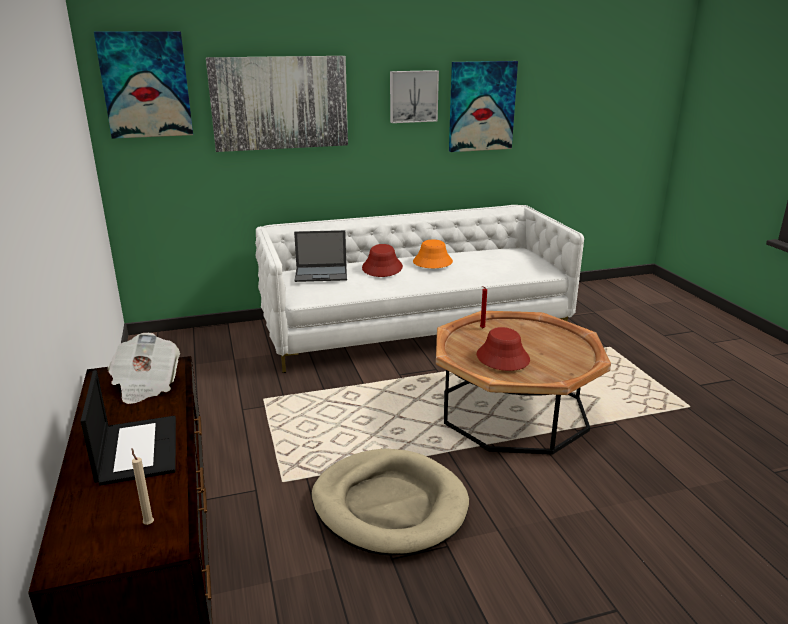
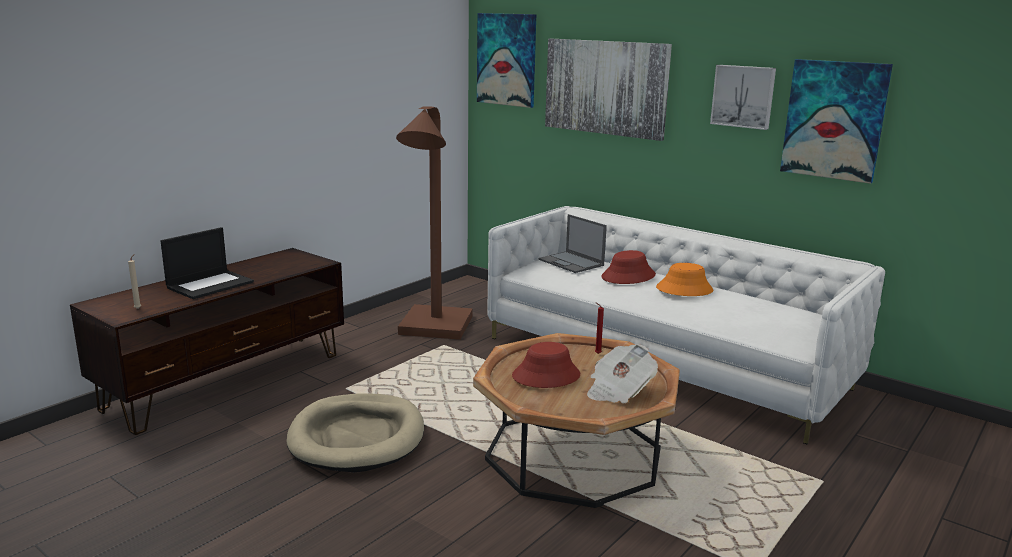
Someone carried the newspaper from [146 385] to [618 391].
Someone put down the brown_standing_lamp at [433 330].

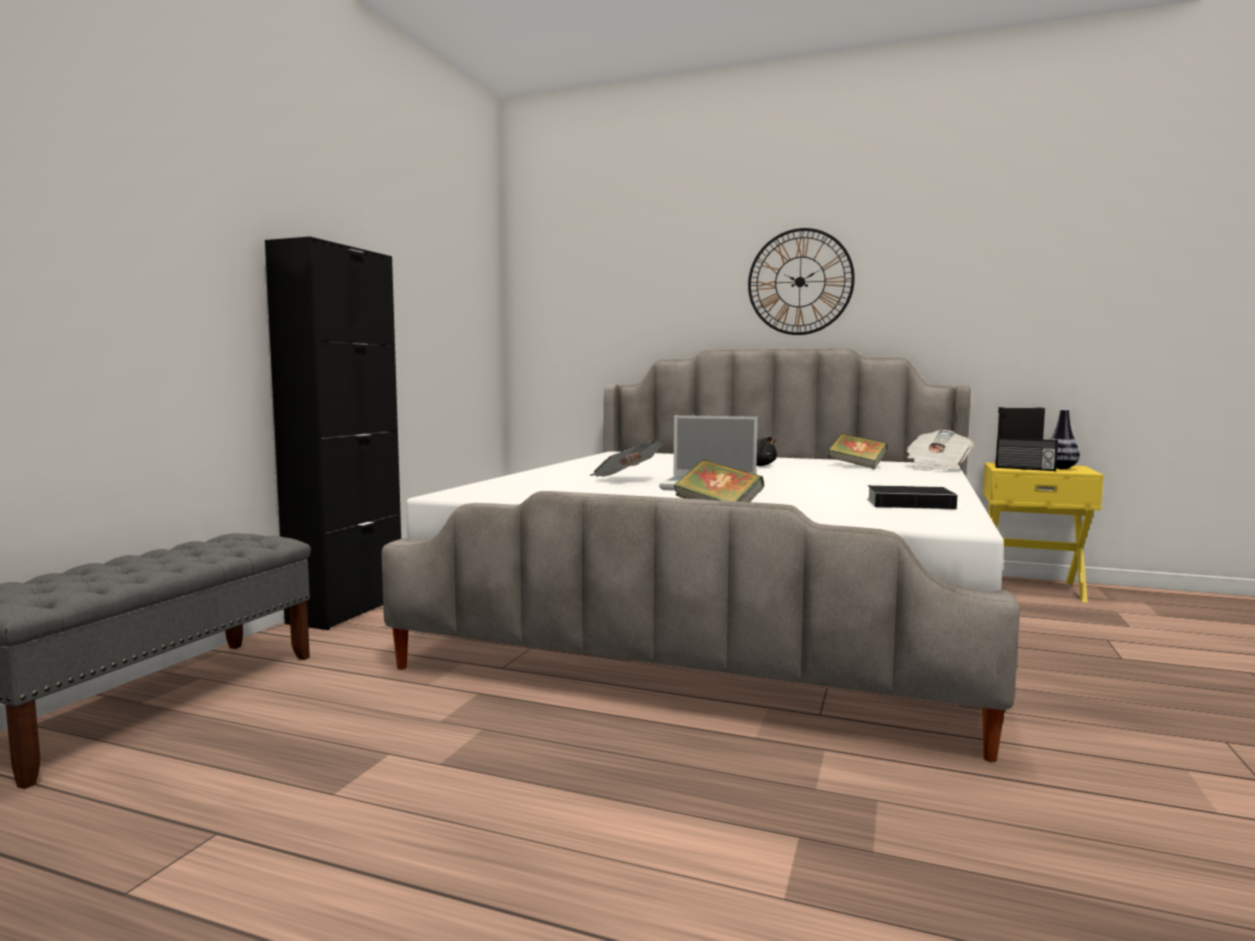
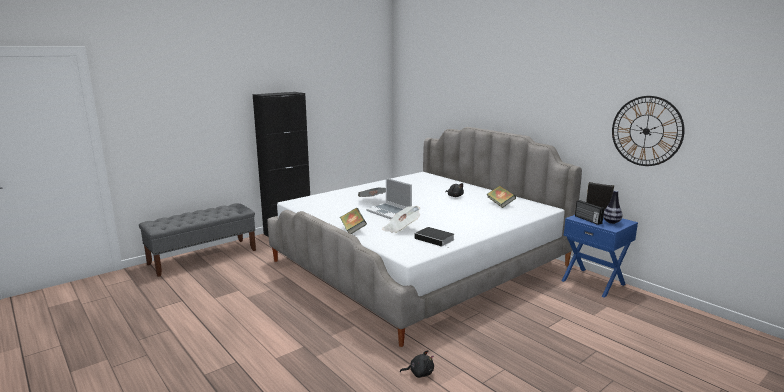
Someone carried the wall_clock from [800 282] to [646 131].
Someone carried the newspaper from [936 468] to [401 229].
Someone repainted the yellowish_bedside_table at [1031 587], which became the blue_bedside_table at [593 282].
Someone put down the black_cuddly_toy at [419 373].

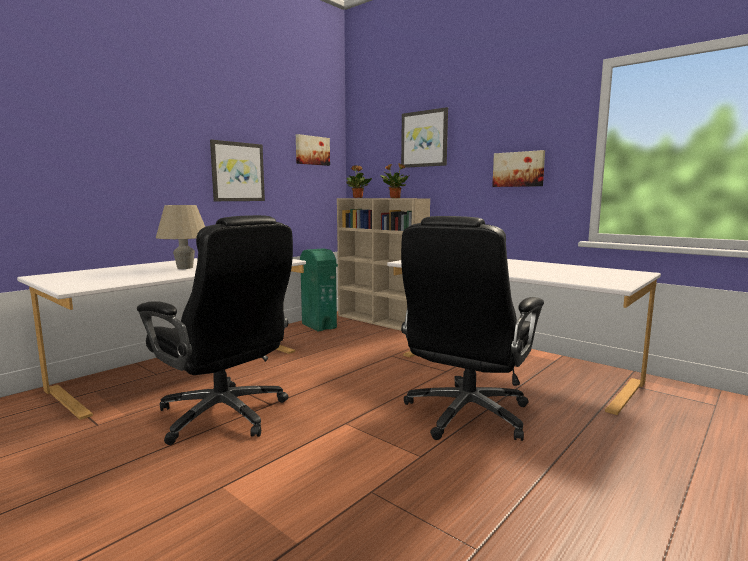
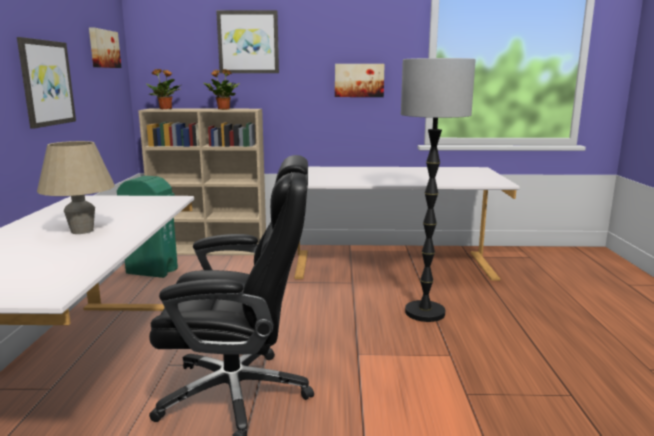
Someone swapped the black_office_chair at [466 415] for the standing_lamp at [424 313].

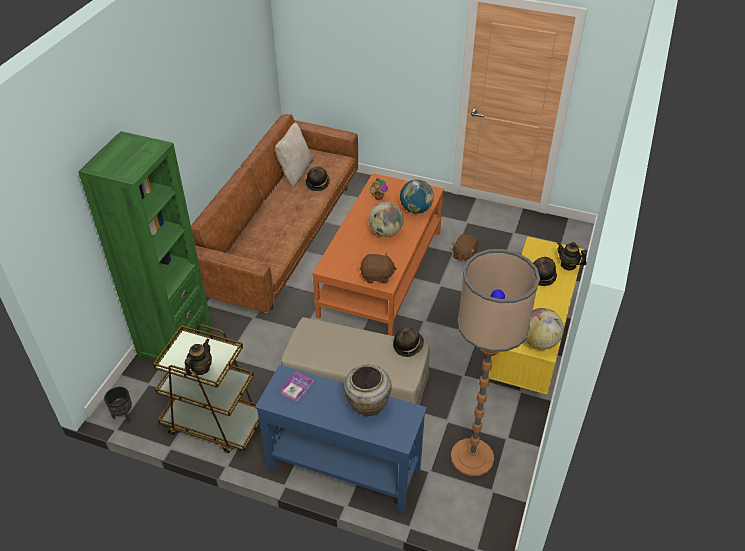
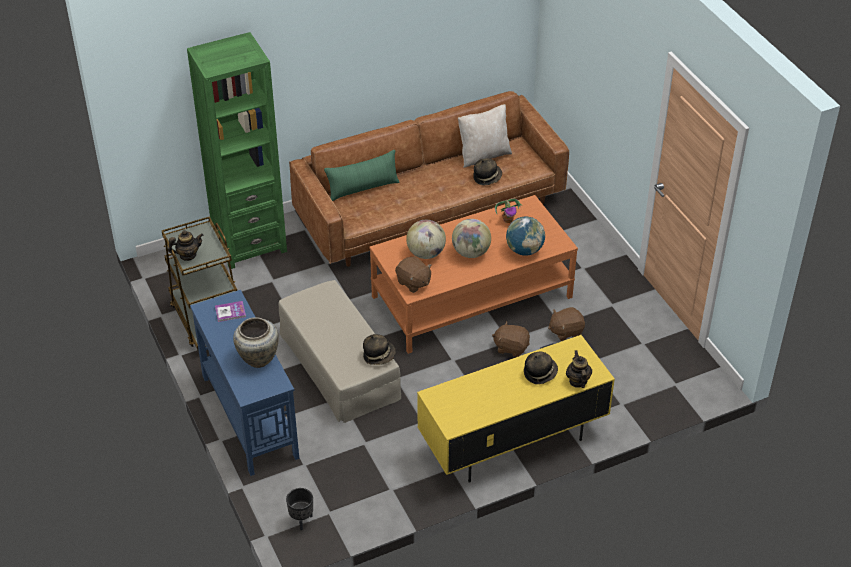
Someone carried the black_flower_pot from [124 416] to [301 521].
Someone took away the standing_lamp at [472 457].
Someone carried the globe from [539 342] to [426 253].
Someone put down the greenish_pillow at [363 188].
Someone put down the brown_cuddly_toy at [511 347].

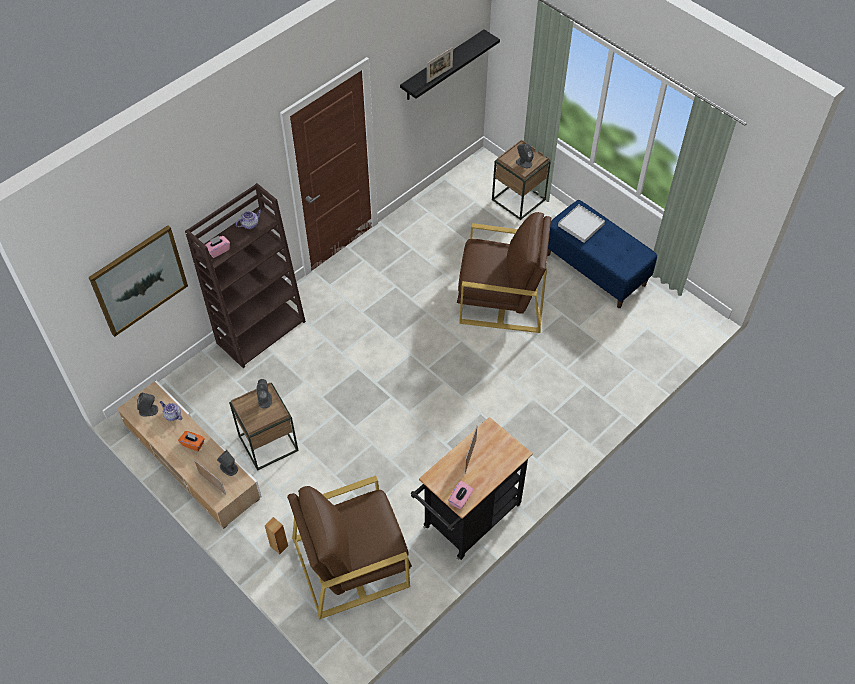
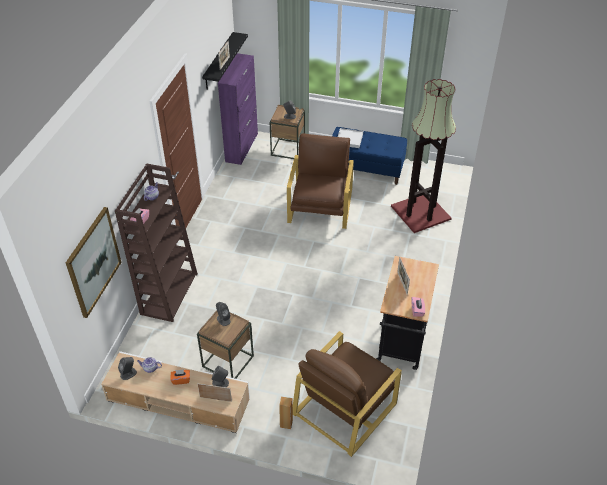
Someone rotated the brown_easy_chair at [502 296] by 60 degrees counterclockwise.
Someone put down the purple_cupboard at [242 147].
Someone put down the standing_lamp at [419 212].

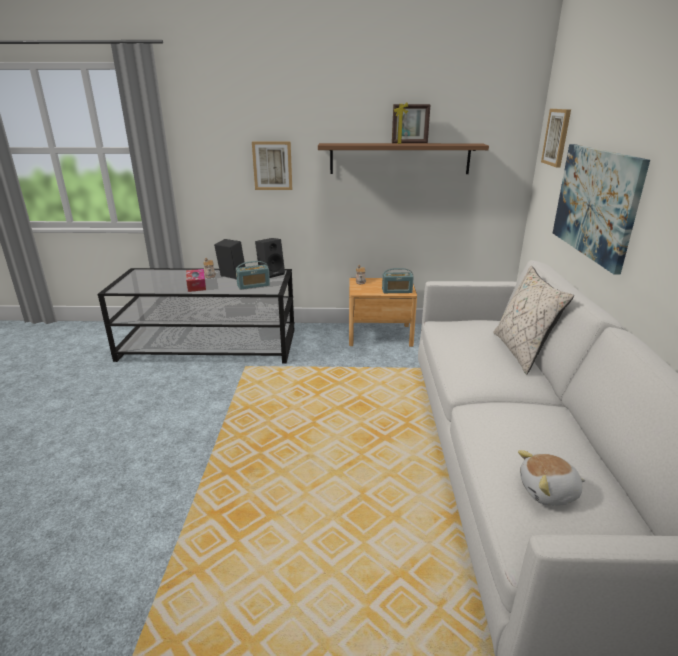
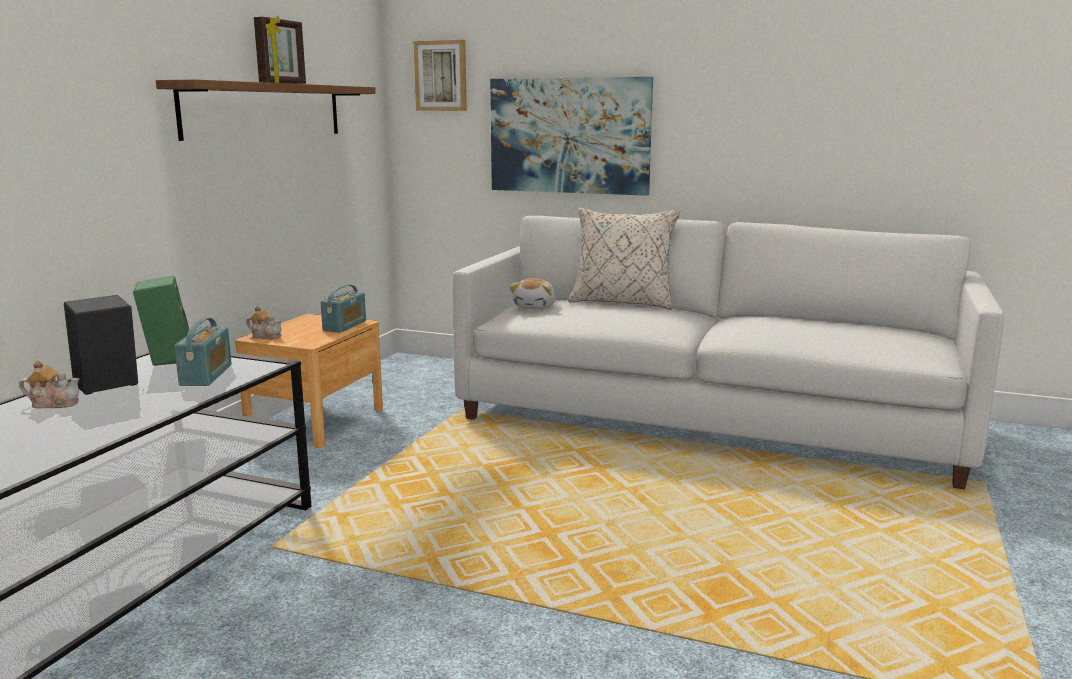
Someone took away the box_of_tissues at [196 285].
Someone took away the wall_art at [272 165].
Someone repainted the black_speaker at [271 274], which became the greenish_speaker at [167 358].
Someone carried the cuddly_toy from [548 492] to [535 307].

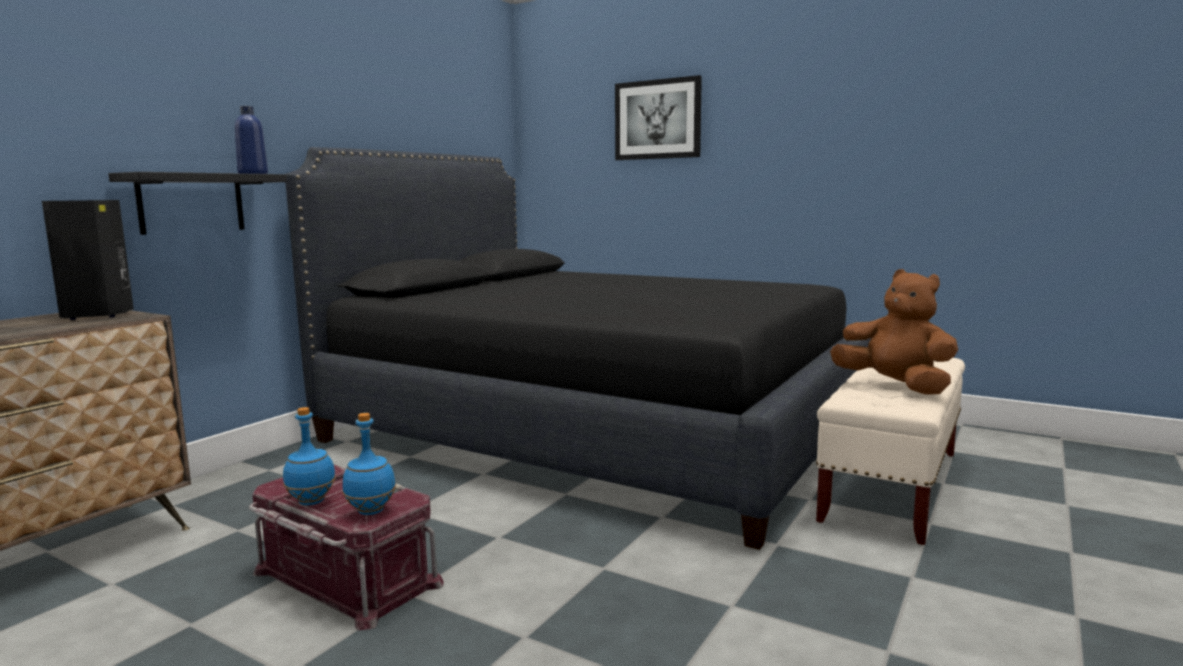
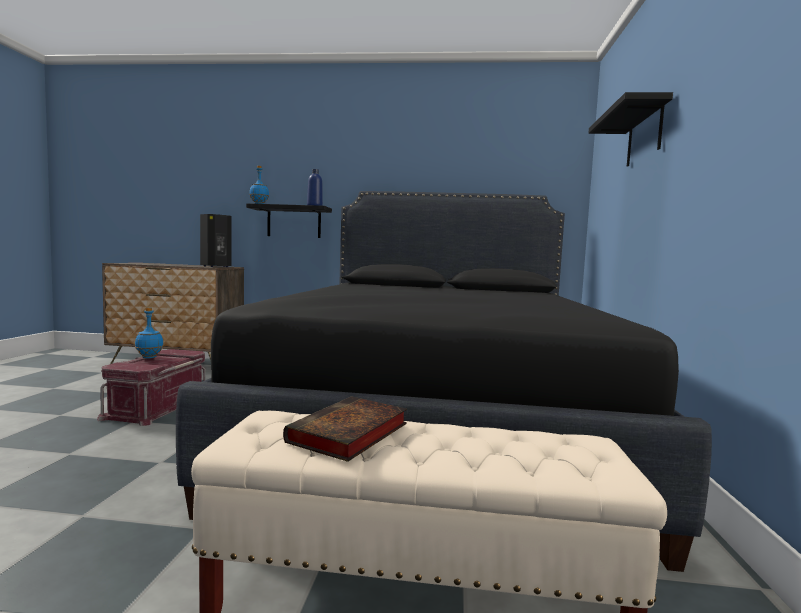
Someone carried the blue_drink_bottle from [370 511] to [258 204].
Someone swapped the wall_art at [657 119] for the black_wall_shelf at [644 135].
Someone swapped the brown_cuddly_toy at [895 386] for the volume at [348 435].

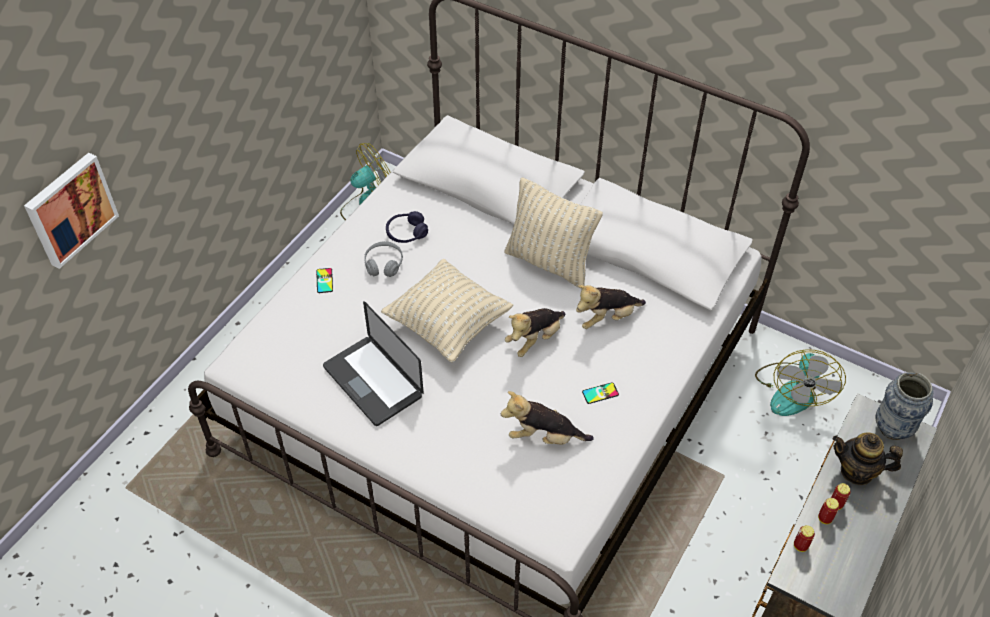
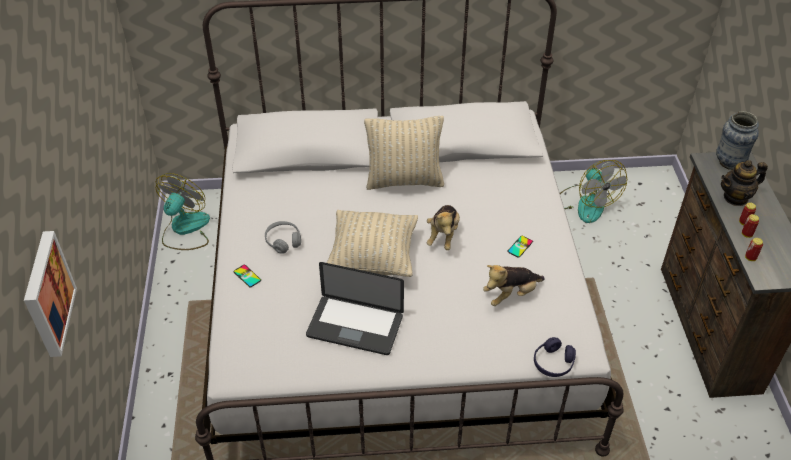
Someone carried the purple_pair_of_headphones from [406 233] to [553 363].
Someone took away the cuddly_toy at [606 318].

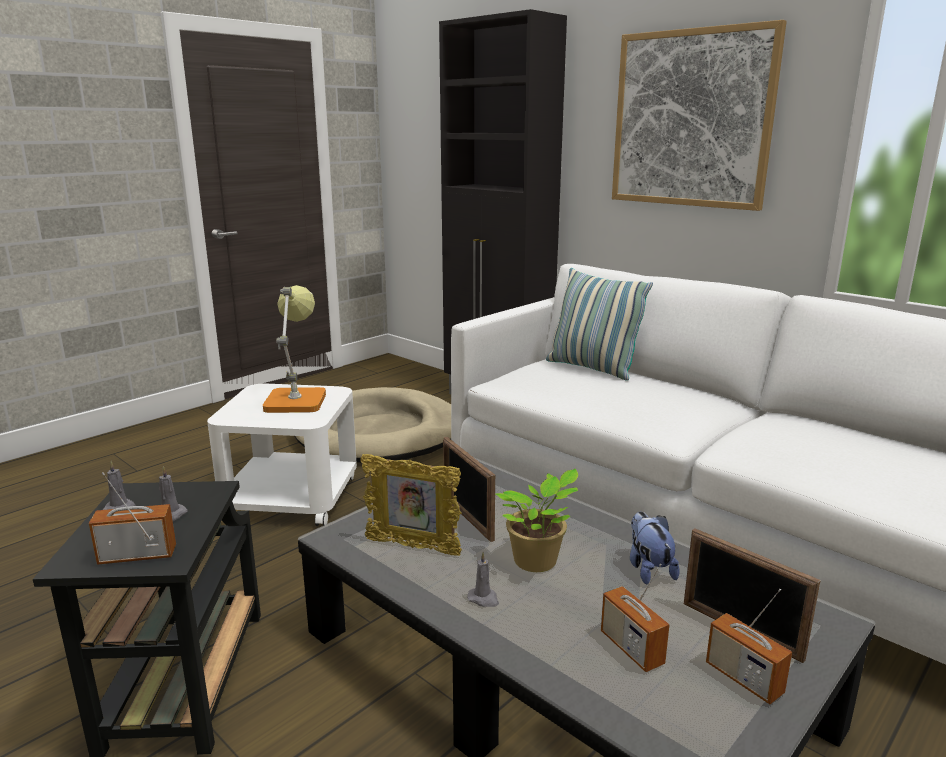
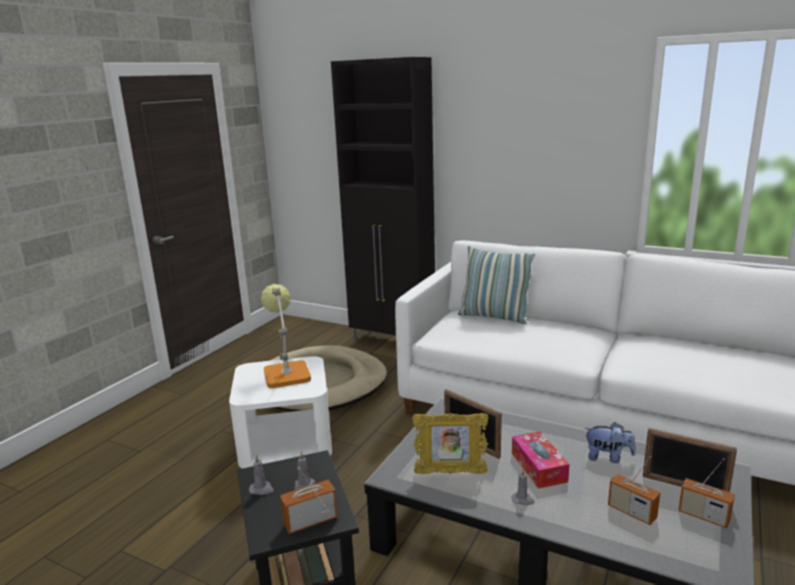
Someone swapped the houseplant at [538 562] for the box_of_tissues at [538 467].
Someone took away the wall_art at [691 119].
Someone rotated the cuddly_toy at [648 569] by 135 degrees clockwise.

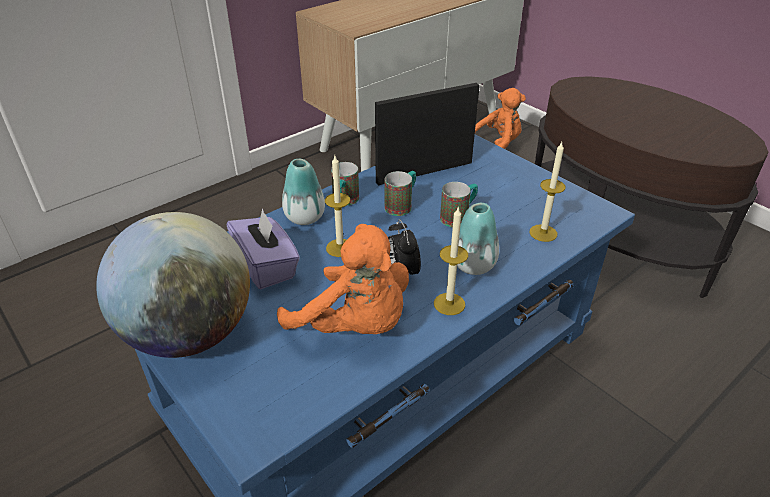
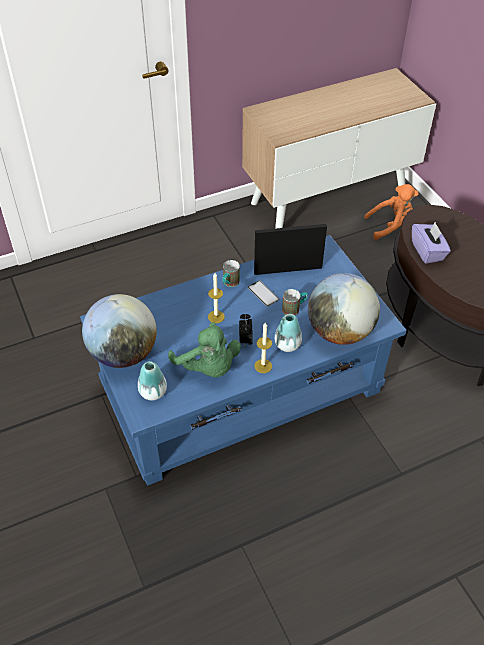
Someone carried the purple_box_of_tissues from [266 267] to [427 251].
Someone repainted the orange_cuddly_toy at [355 326], which became the greenish_cuddly_toy at [208 367].
Someone carried the vase from [305 217] to [153 392].
Someone swapped the mug at [401 205] for the telephone at [263 293].
Someone swapped the wax_light at [543 233] for the globe at [340 331].

